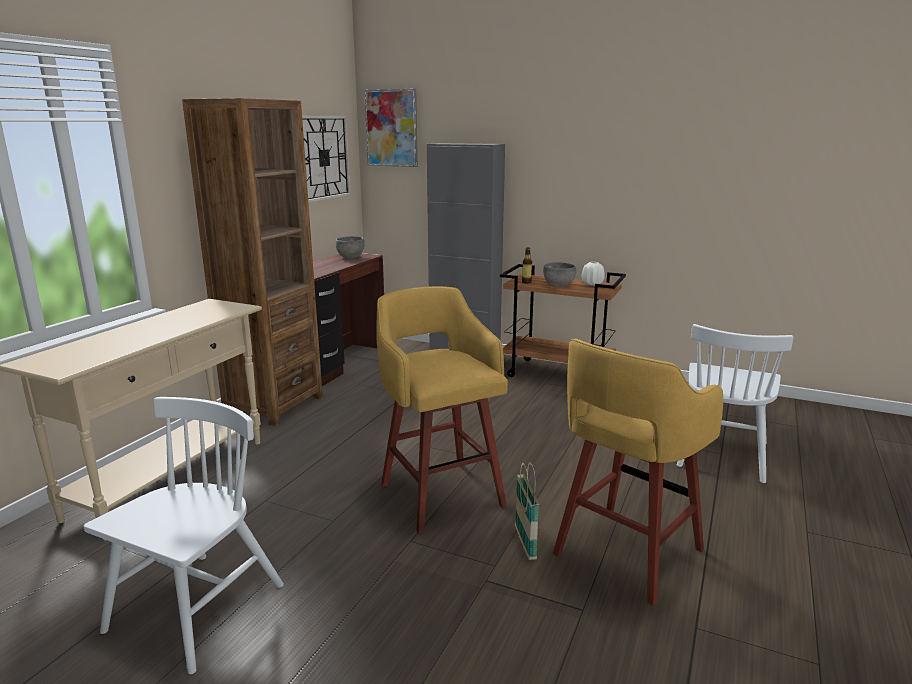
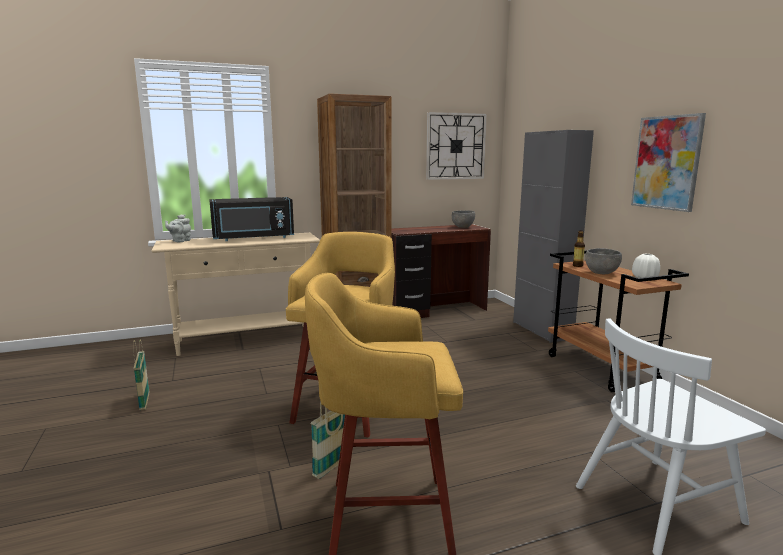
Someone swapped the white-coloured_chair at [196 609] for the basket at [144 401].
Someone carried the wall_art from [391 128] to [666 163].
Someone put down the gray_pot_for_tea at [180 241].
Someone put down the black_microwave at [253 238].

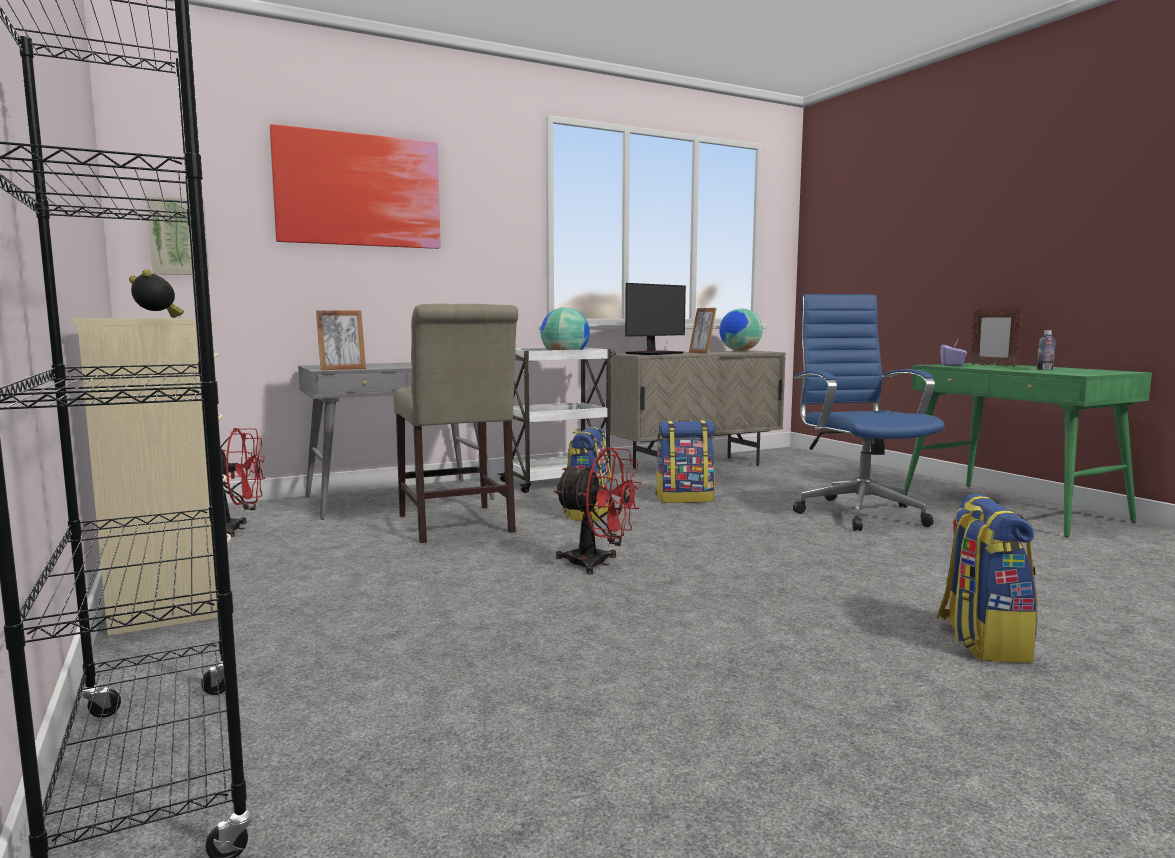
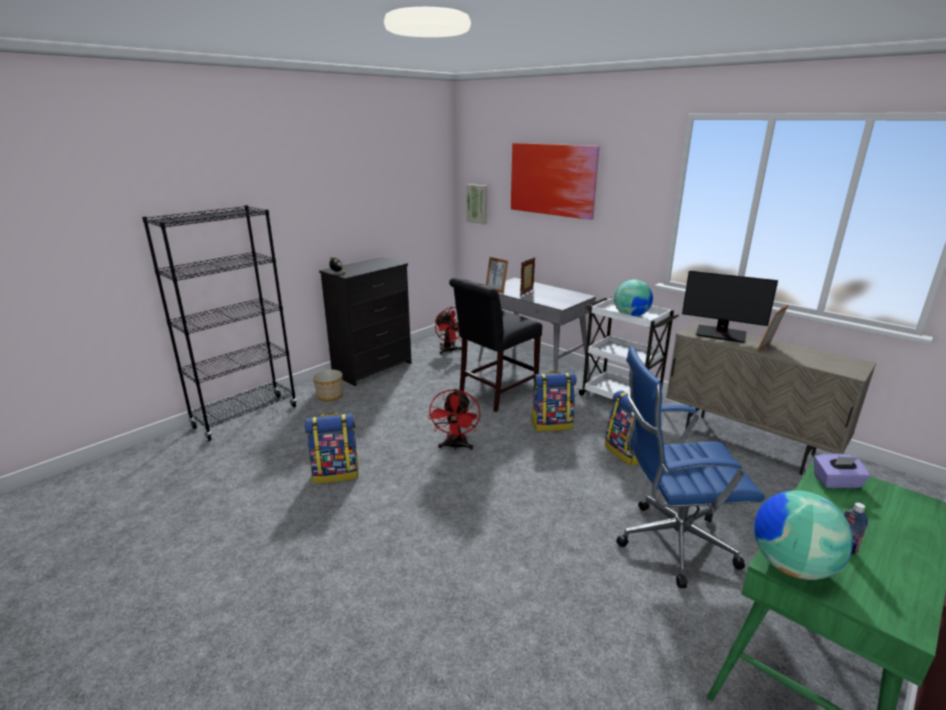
Someone repainted the beige-coloured_chest_of_drawers at [175 591], which became the black_chest_of_drawers at [373 368].
Someone repainted the beige-coloured_chair at [456 525], which became the black_chair at [494 394].
Someone carried the globe from [739 351] to [791 566].
Someone rotated the blue_office_chair at [858 513] by 150 degrees counterclockwise.
Someone carried the knapsack from [981 641] to [336 473].
Someone carried the picture_frame from [992 365] to [527 292].
Someone put down the flower_pot at [329 396].

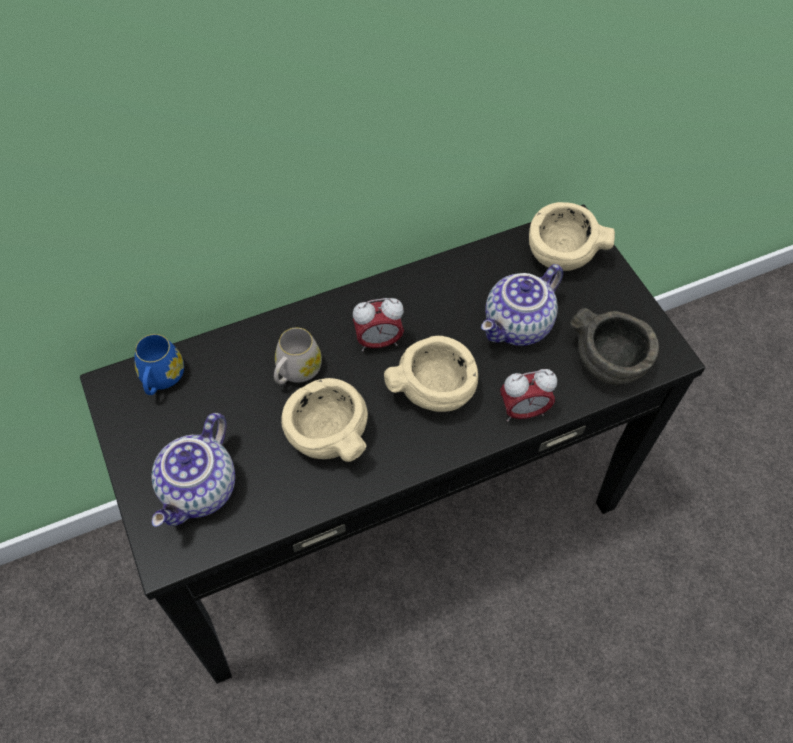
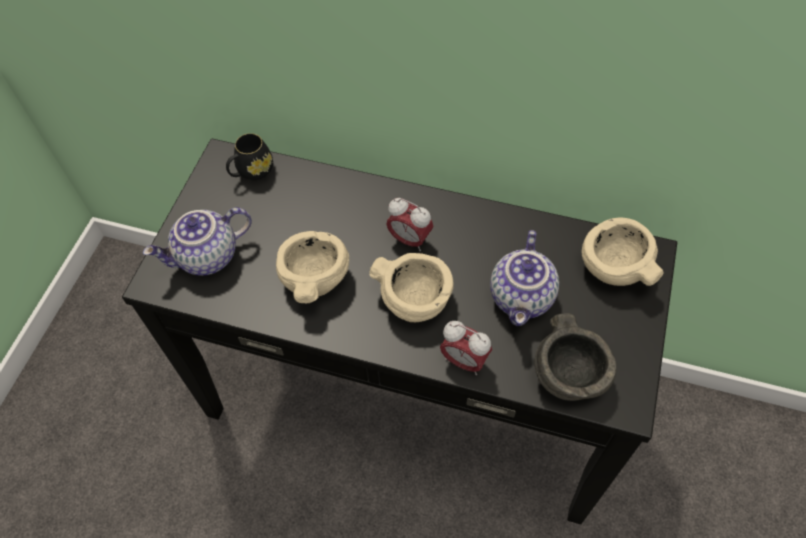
Someone repainted the blue_mug at [161 379], which became the black_mug at [252 172].
Someone took away the white-coloured_mug at [295 372].
Someone rotated the pot_for_tea at [518 327] by 75 degrees counterclockwise.

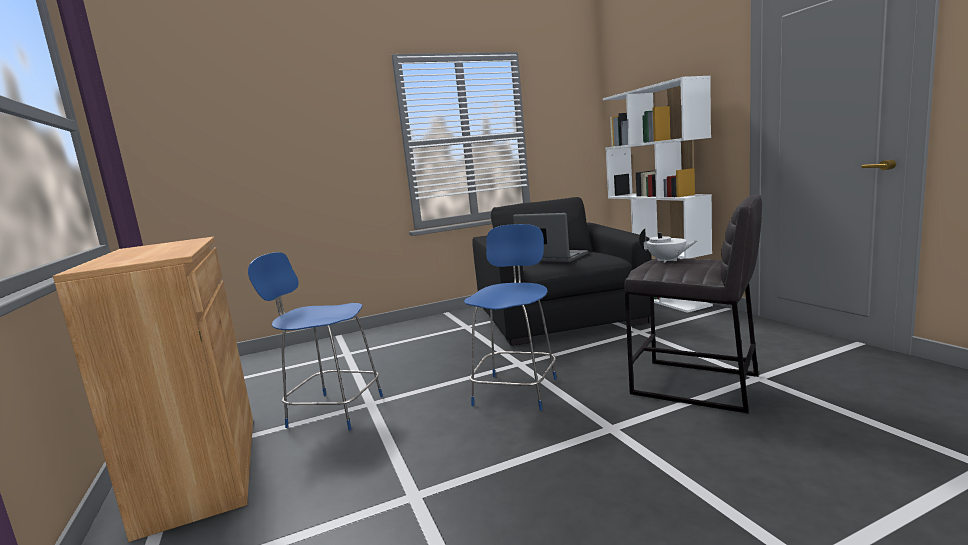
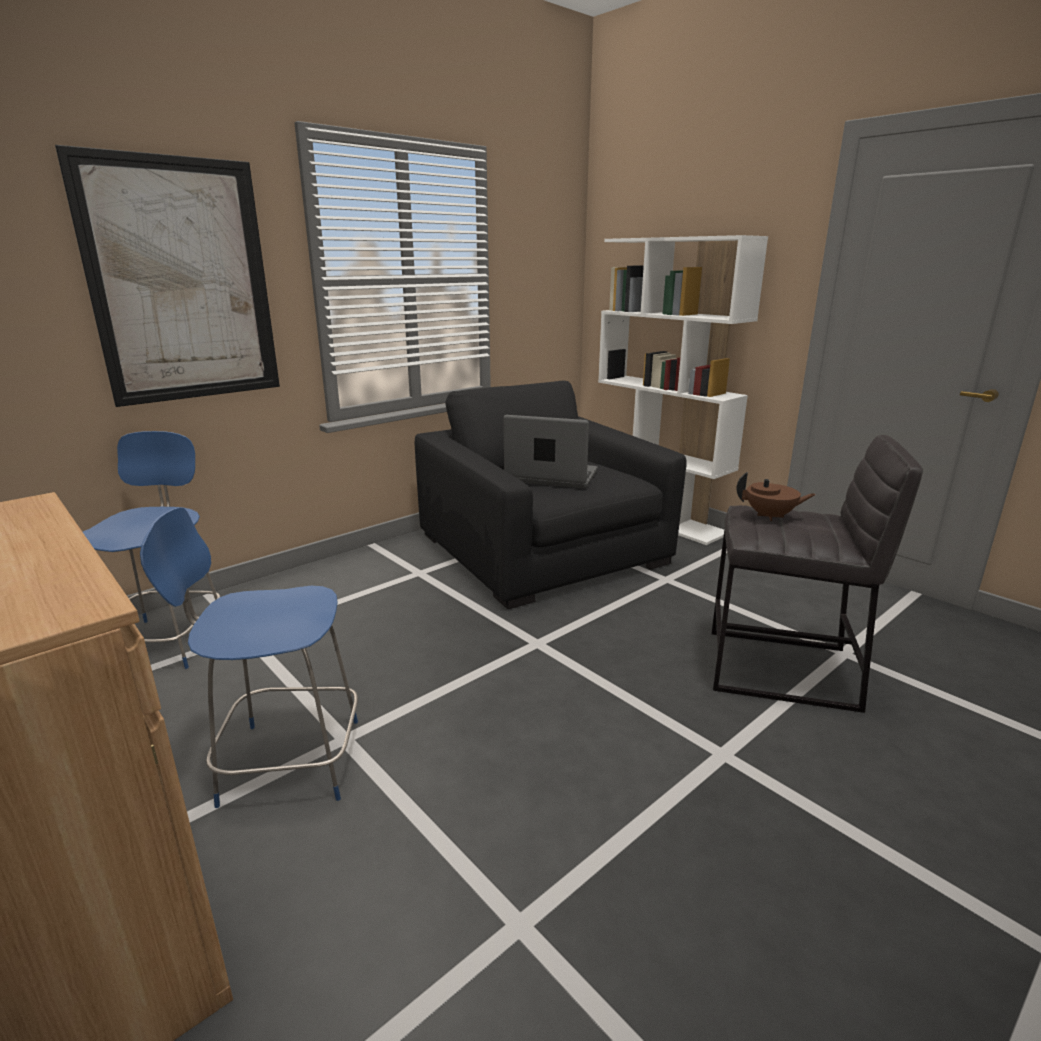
Someone carried the blue_stool from [516 390] to [167 641].
Someone repainted the white-coloured_pot_for_tea at [667 260], which became the brown_pot_for_tea at [770 516].
Someone put up the wall_art at [182 282].

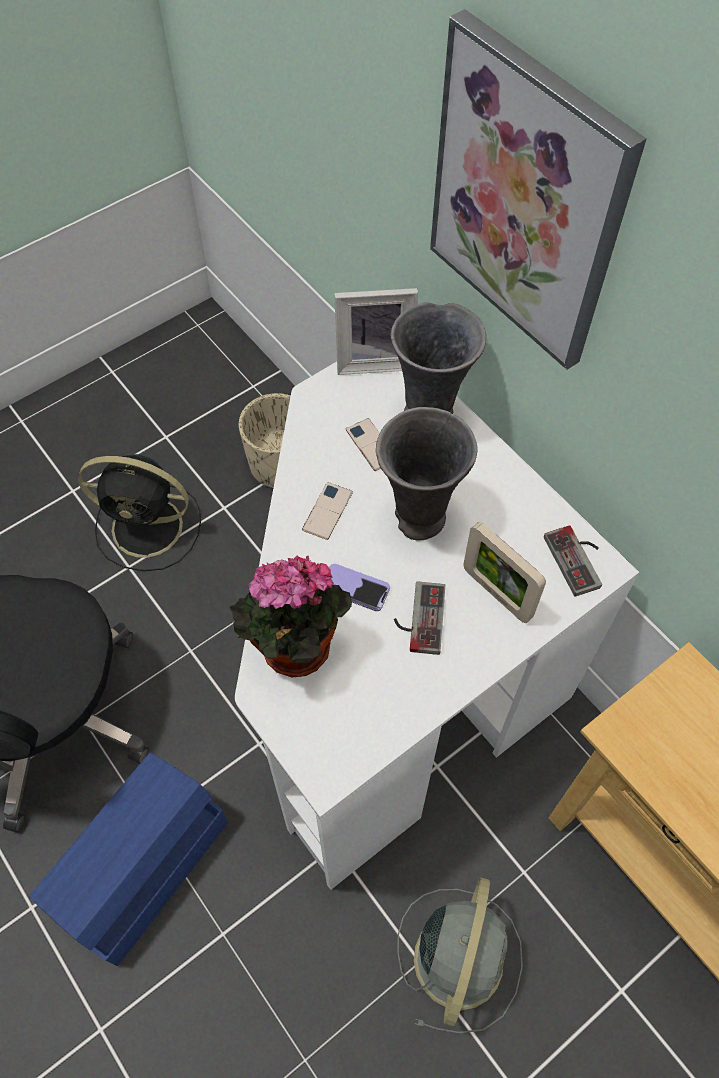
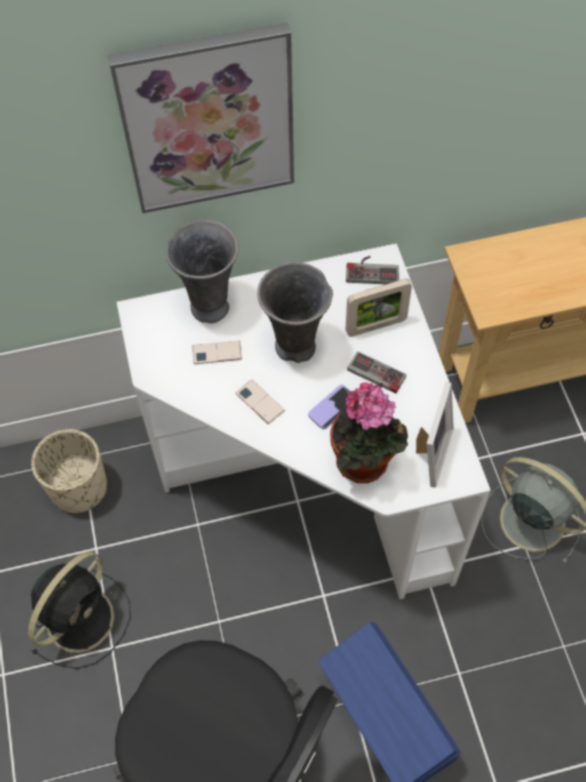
Someone carried the picture_frame from [374 359] to [429 453].

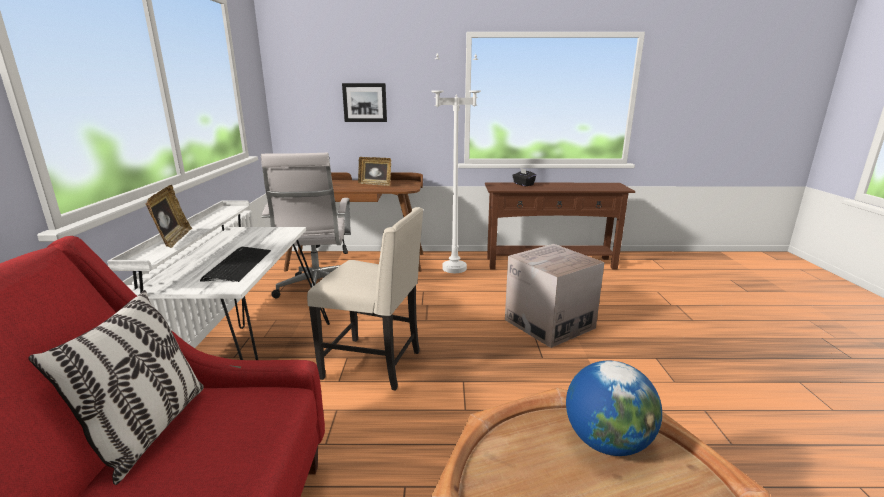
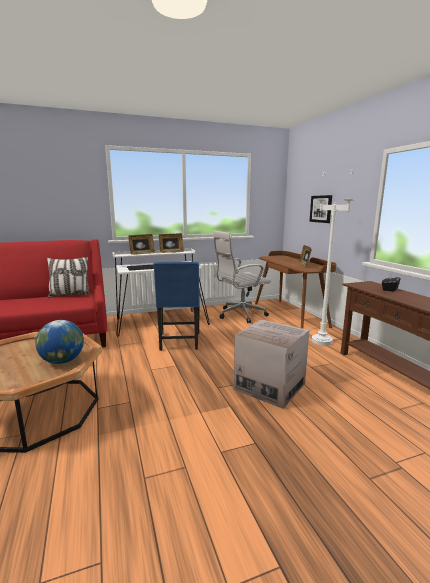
Someone repainted the beige-coloured_chair at [374 364], which became the blue_chair at [179 342].
Someone put down the picture_frame at [171 252].

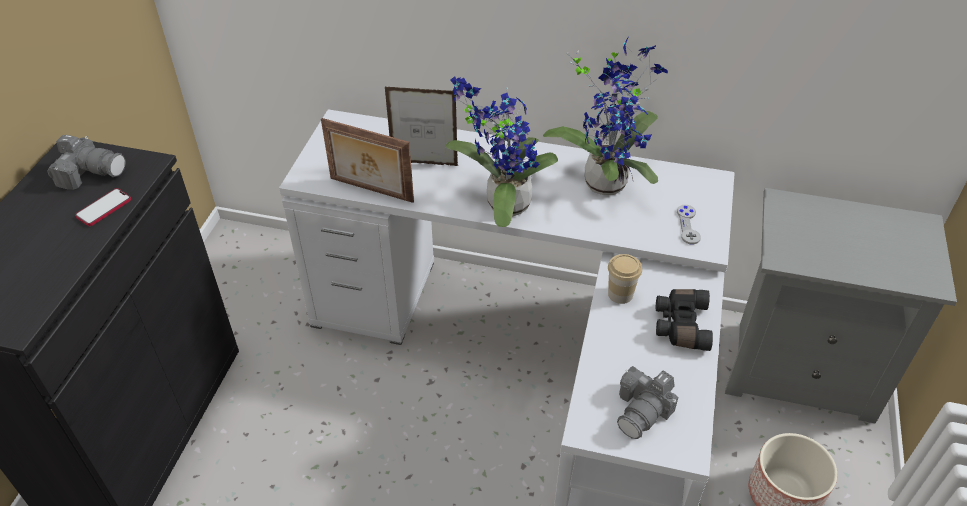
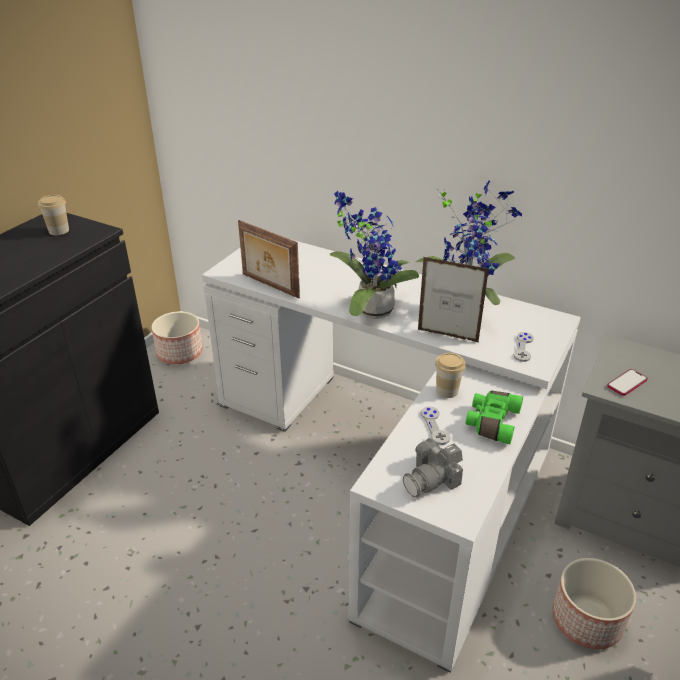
Someone swapped the still_camera at [90 172] for the drinking_cup at [59 230].
Someone carried the telephone from [104 208] to [626 383].
Someone carried the picture_frame from [424 163] to [448 336].
Someone repainted the black_binoculars at [680 325], which became the greenish_binoculars at [491 422].
Someone put down the flower_pot at [180 353].
Someone put down the gray_gamepad at [435 426].

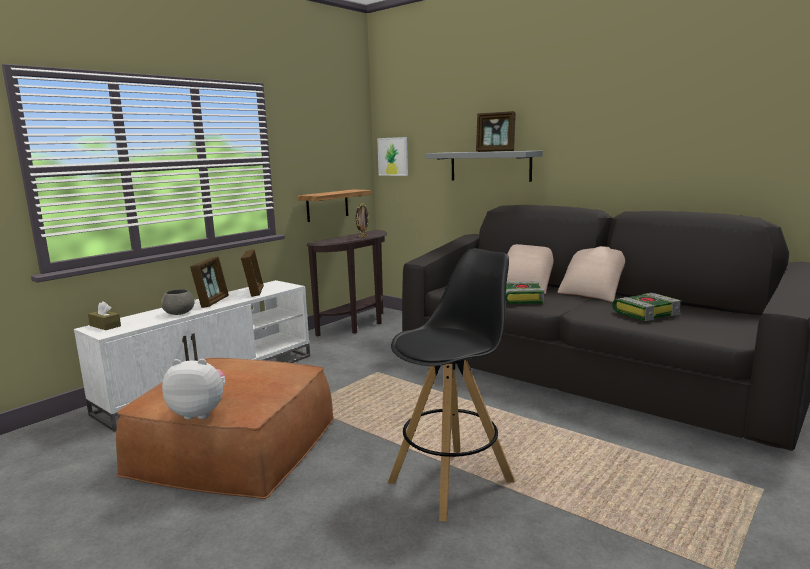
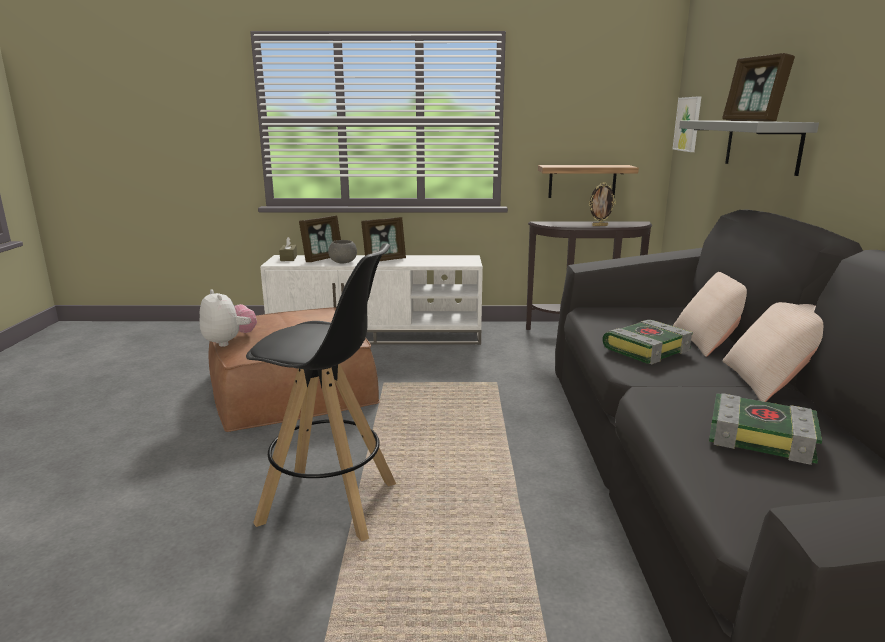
Someone carried the picture_frame from [254 292] to [323 259].

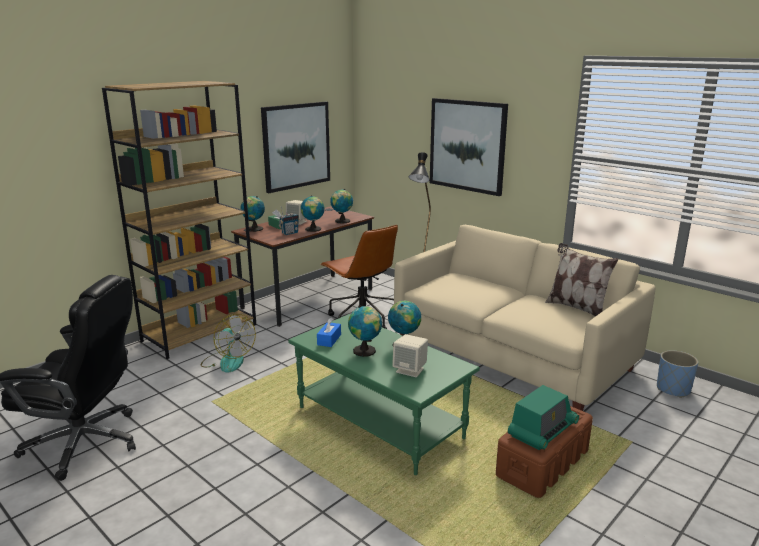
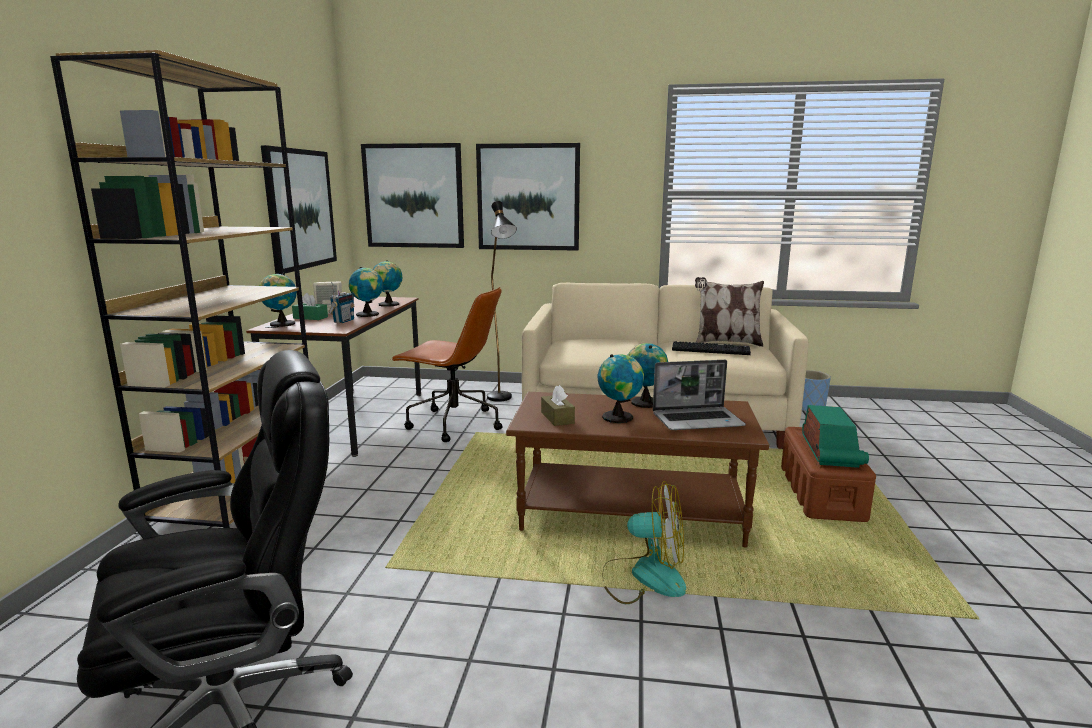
Someone carried the fan from [228 361] to [644 577].
Someone repainted the greenish_coffee_table at [381 422], which became the brown_coffee_table at [632 512].
Someone repainted the blue_box_of_tissues at [329 340], which became the brown_box_of_tissues at [557 418].
Someone swapped the beige-coloured_speaker at [410 370] for the laptop at [698 420].
Someone put up the wall_art at [414 196].
Someone put down the computer_keyboard at [711 349].

